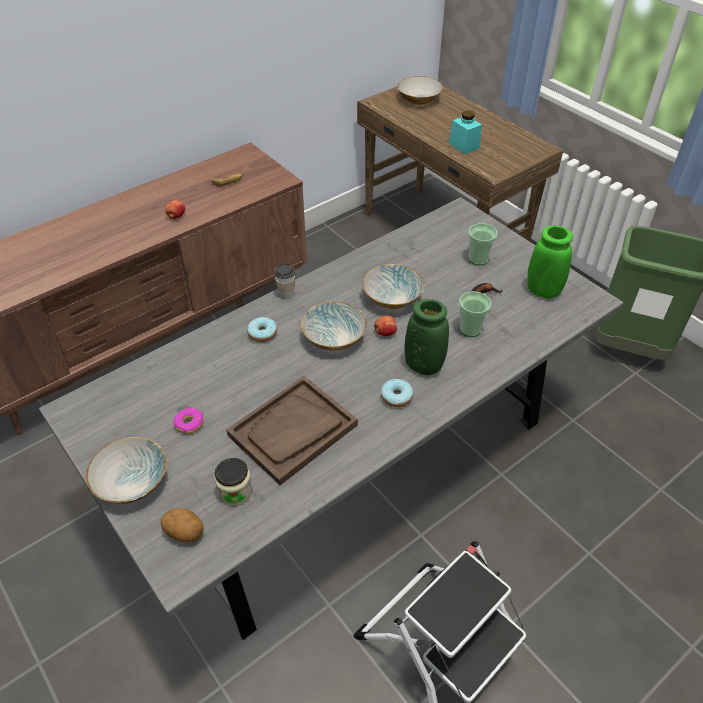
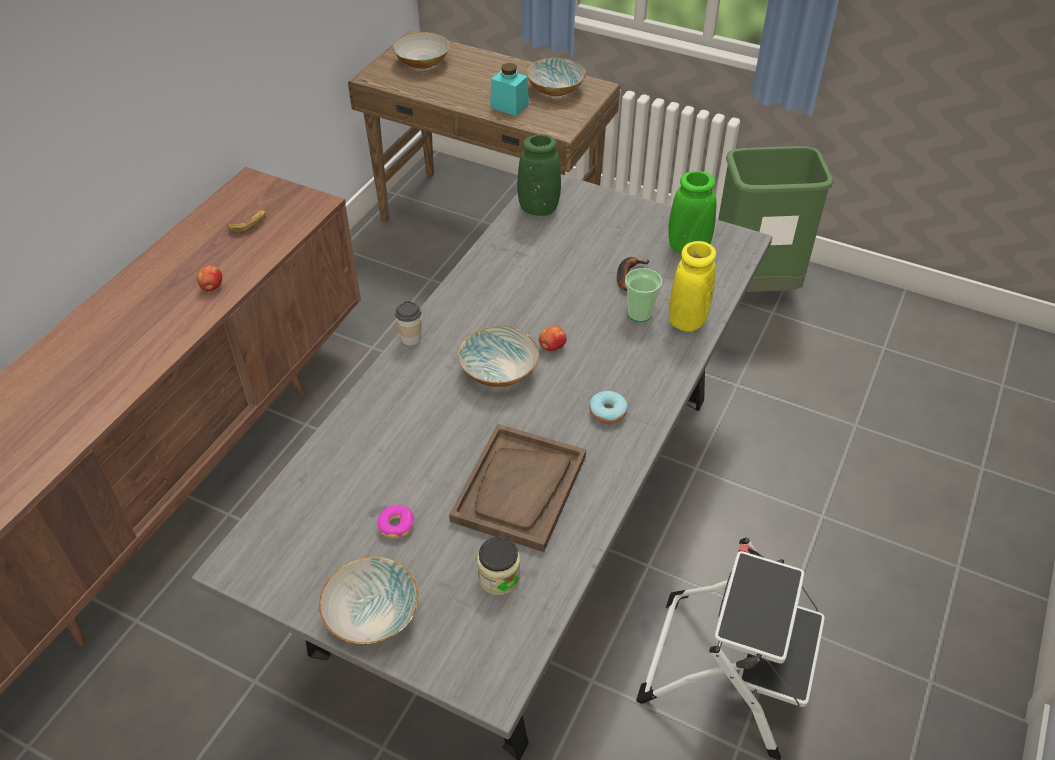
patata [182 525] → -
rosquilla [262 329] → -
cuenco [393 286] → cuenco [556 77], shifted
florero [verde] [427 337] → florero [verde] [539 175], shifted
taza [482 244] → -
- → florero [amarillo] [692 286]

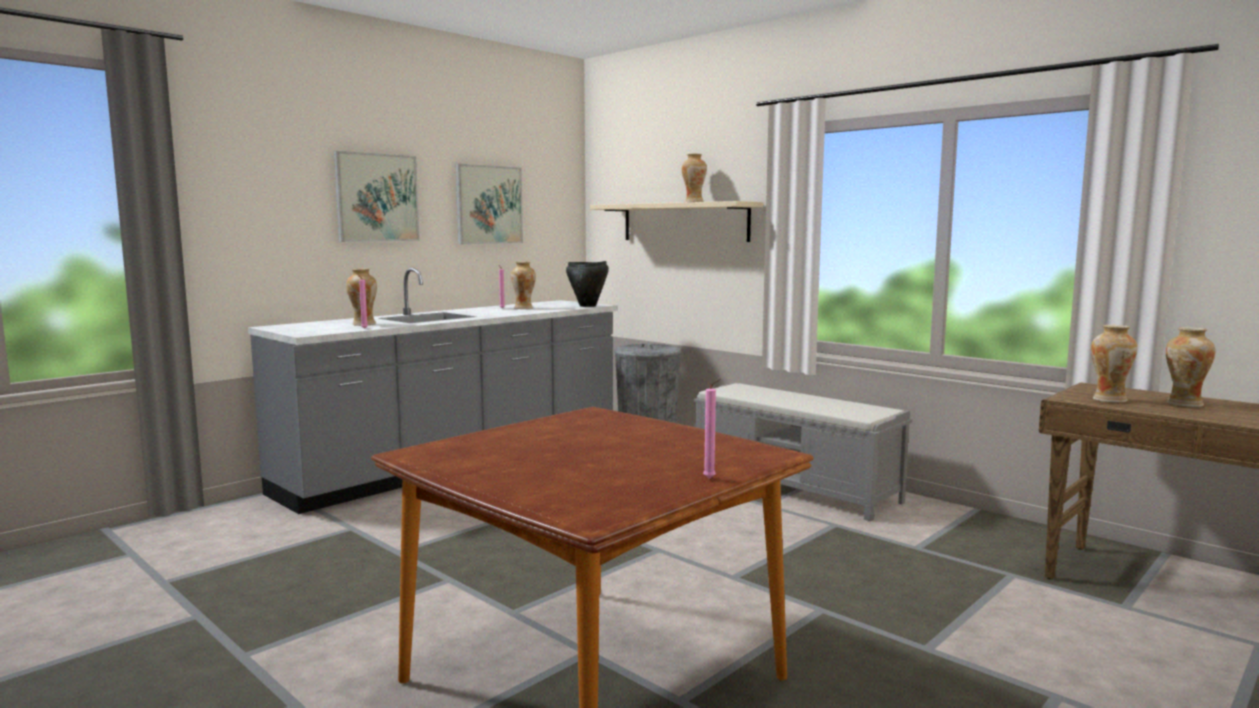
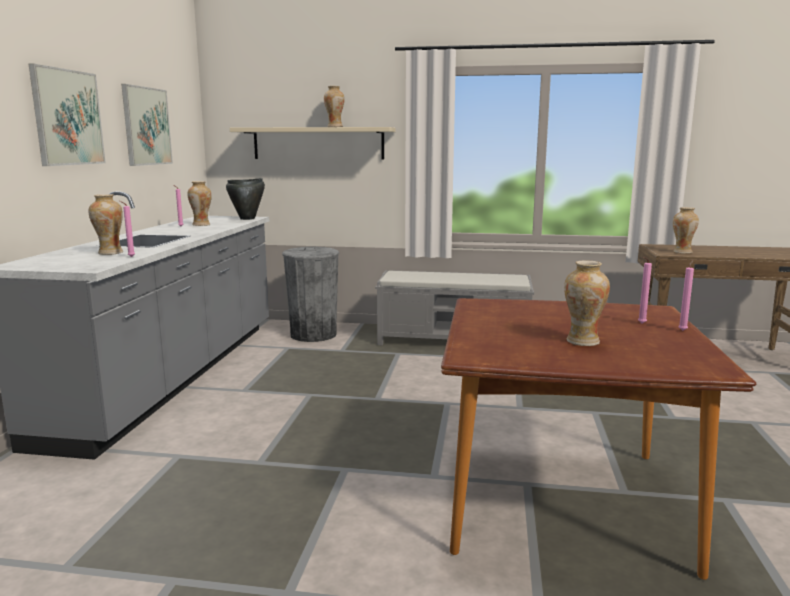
florero [1191 367] → florero [587 303], shifted
- → vela [rosa] [645 290]

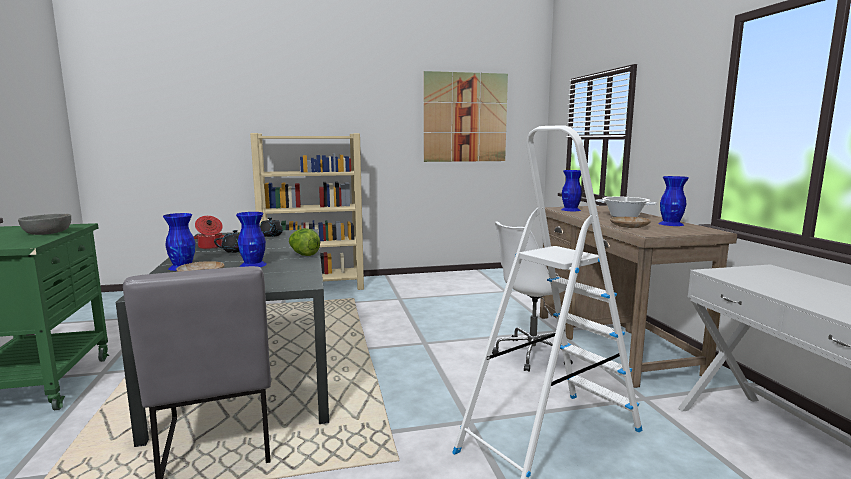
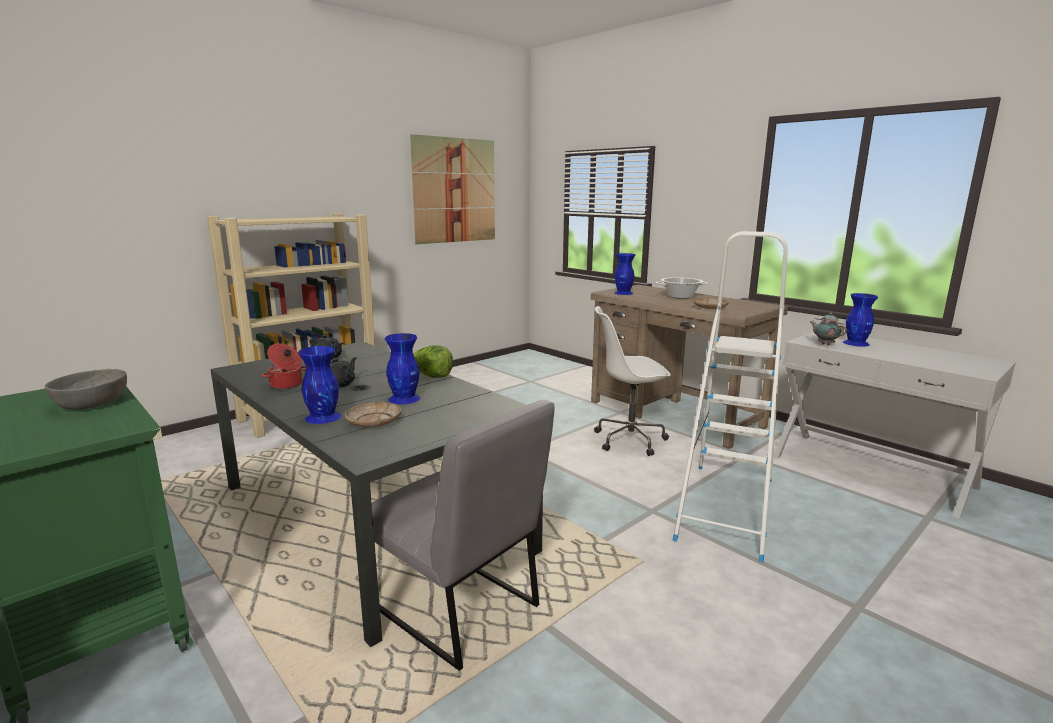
silla de oficina [blanco] [532 296] → silla de oficina [blanco] [632 381], 60 degrees clockwise
florero [azul] [673 201] → florero [azul] [860 320], shifted
- → tetera [828 328]

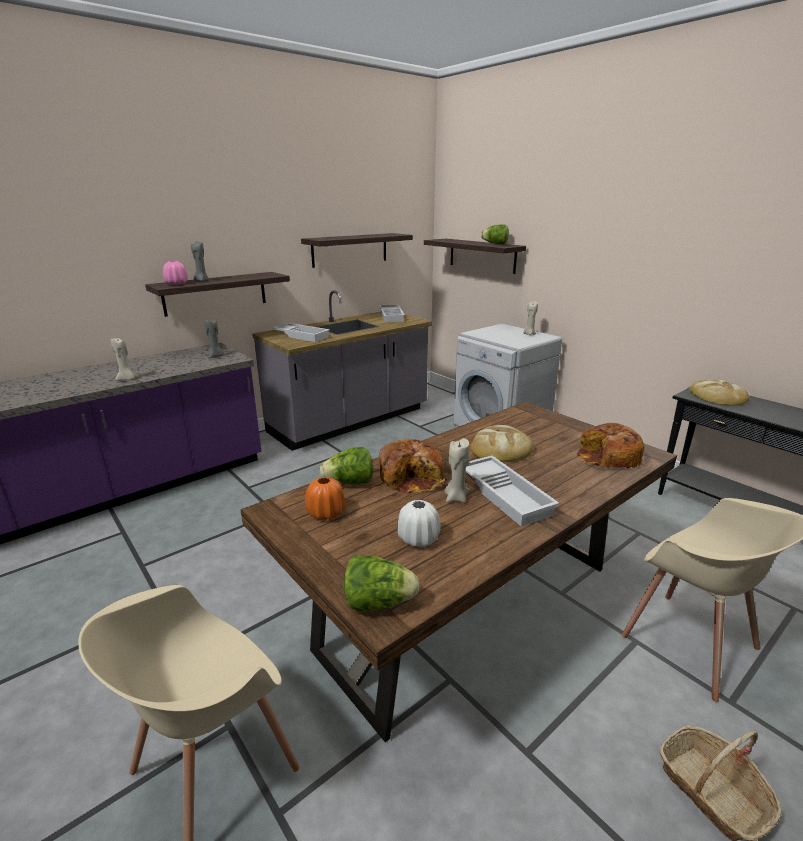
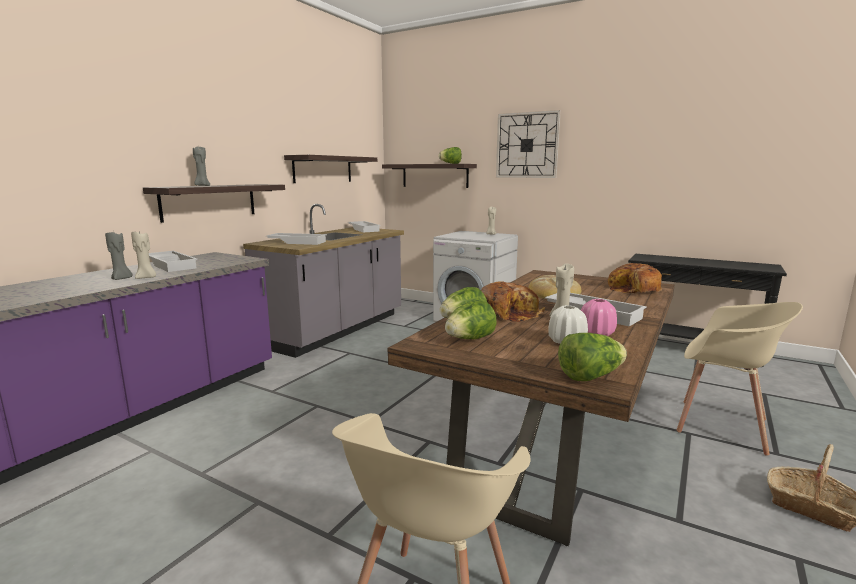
florero [rosa] [175 273] → florero [rosa] [599 317], shifted
vela [gris] [214 339] → vela [gris] [118 255], shifted
florero [naranja] [325 498] → lechuga [471 319]
pan [719 393] → -
- → bandeja [blanco] [173 261]
- → reloj de pared [528 144]

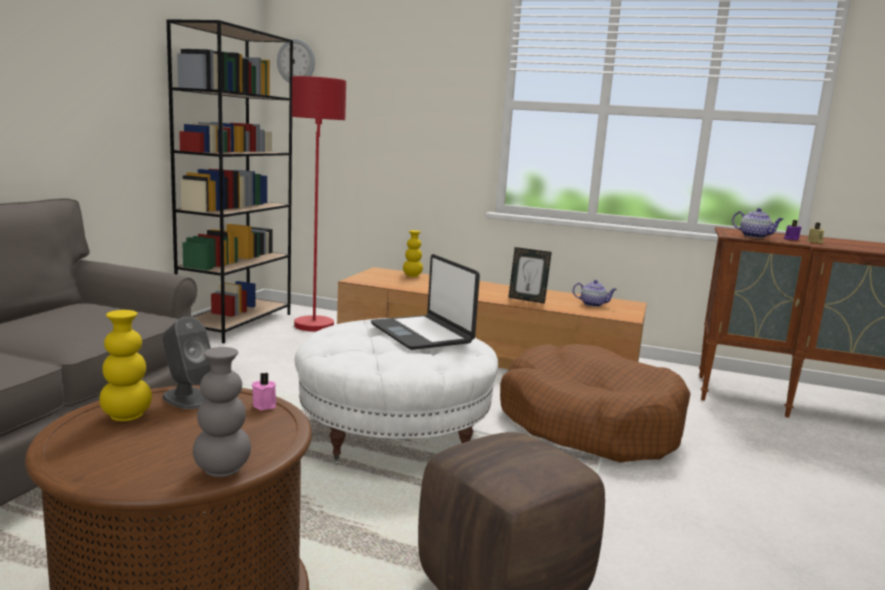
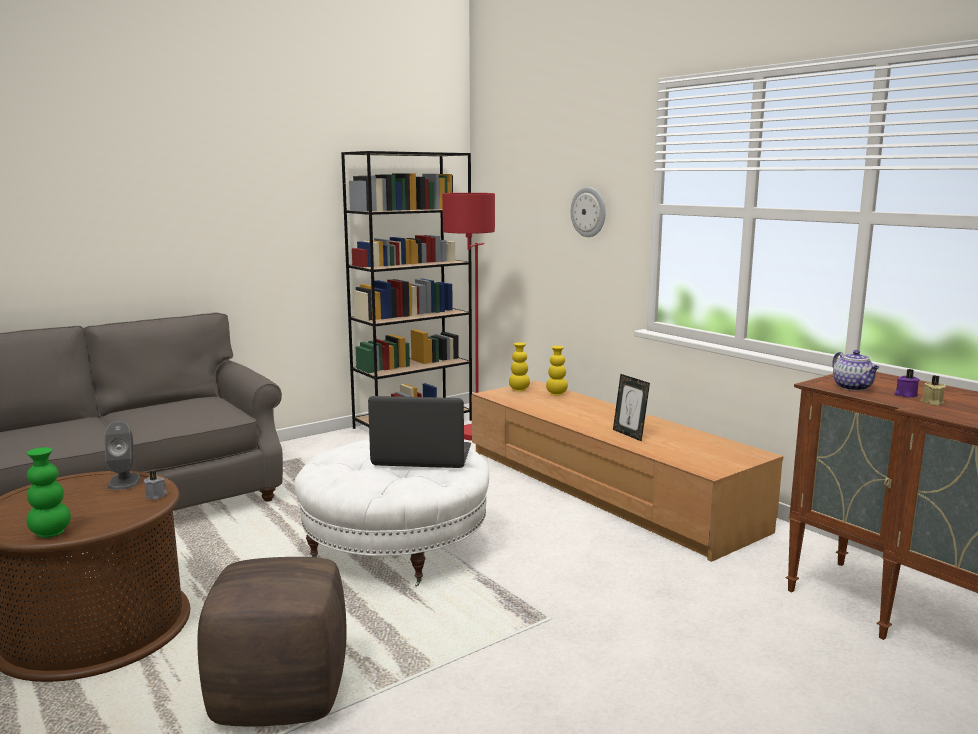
florero [amarillo] [125 365] → florero [amarillo] [519 366], shifted
florero [gris] [222 412] → florero [verde] [48 492]
vela [rosa] [264 391] → vela [gris] [156 485]
reloj de pared [296 61] → reloj de pared [588 212], shifted
portátil [425 302] → portátil [419 432], 90 degrees clockwise
cama para perro [marrón] [595 403] → -
tetera [595 293] → -

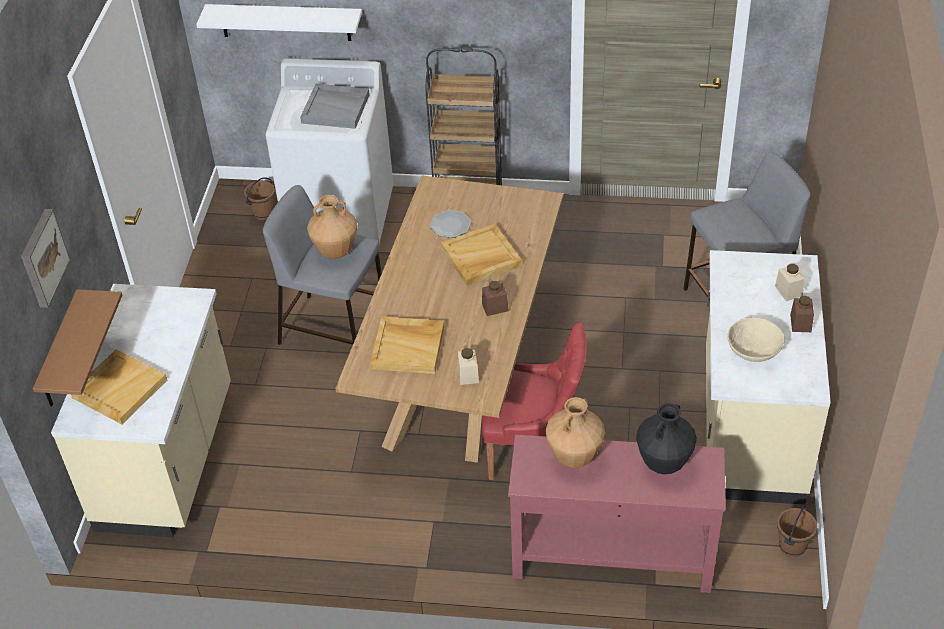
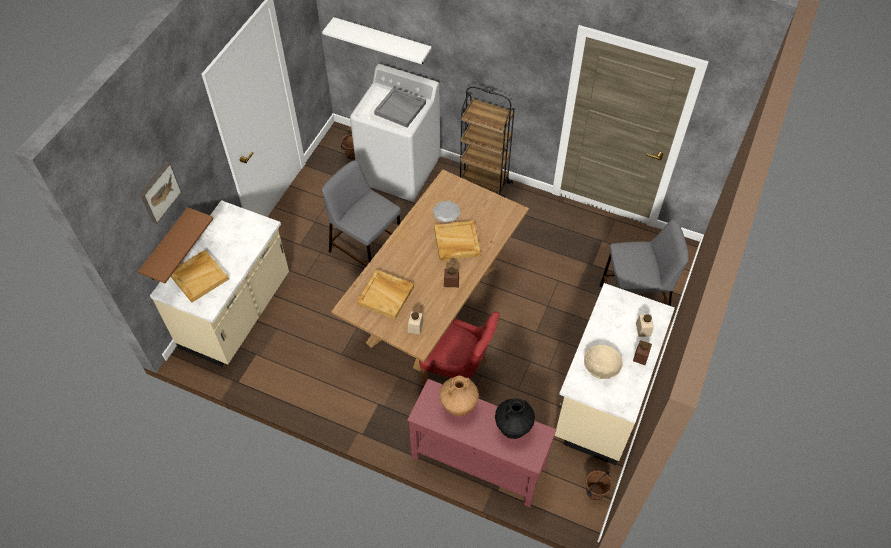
florero [marrón] [332 227] → -

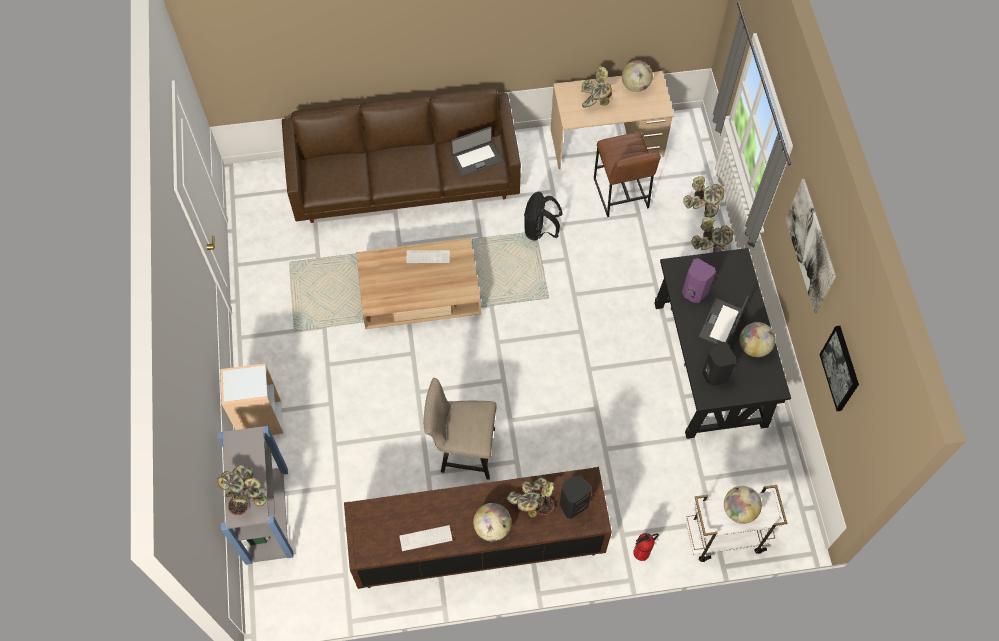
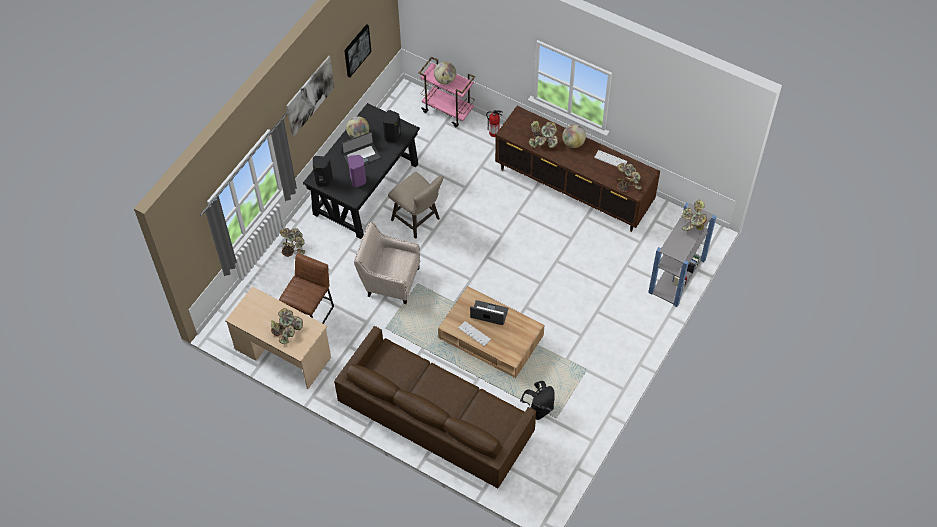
estantería [251 399] → -
taburete [beis] [460 429] → taburete [beis] [416 205], shifted
portátil [476 151] → portátil [489 312], shifted
mochila [negro] [543 216] → mochila [negro] [537 400], shifted
altavoz [negro] [576 497] → altavoz [negro] [323 171], shifted
globo terráqueo [637 76] → -
planta en maceta [703 197] → planta en maceta [629 177], shifted
carrito [blanco] [736 523] → carrito [rosa] [447 92]
- → sillón [beis] [387 263]

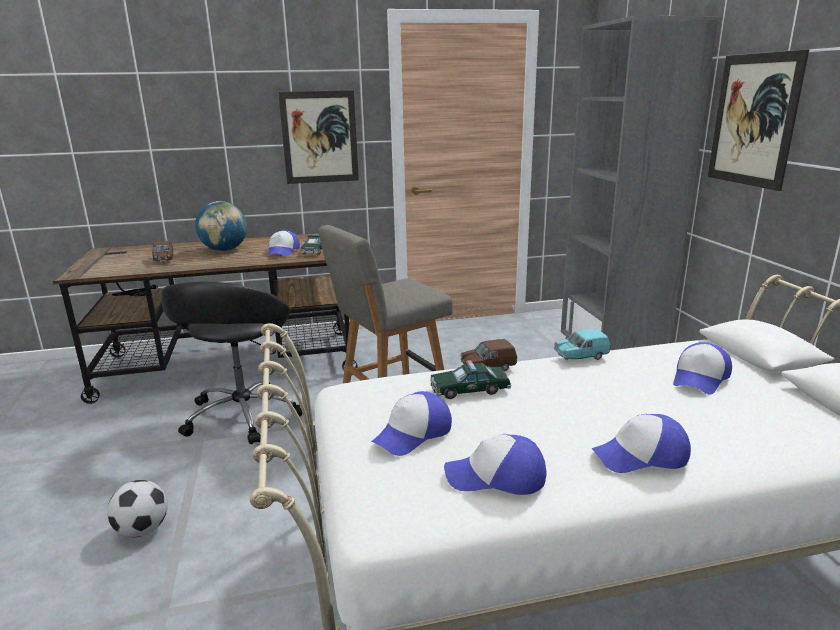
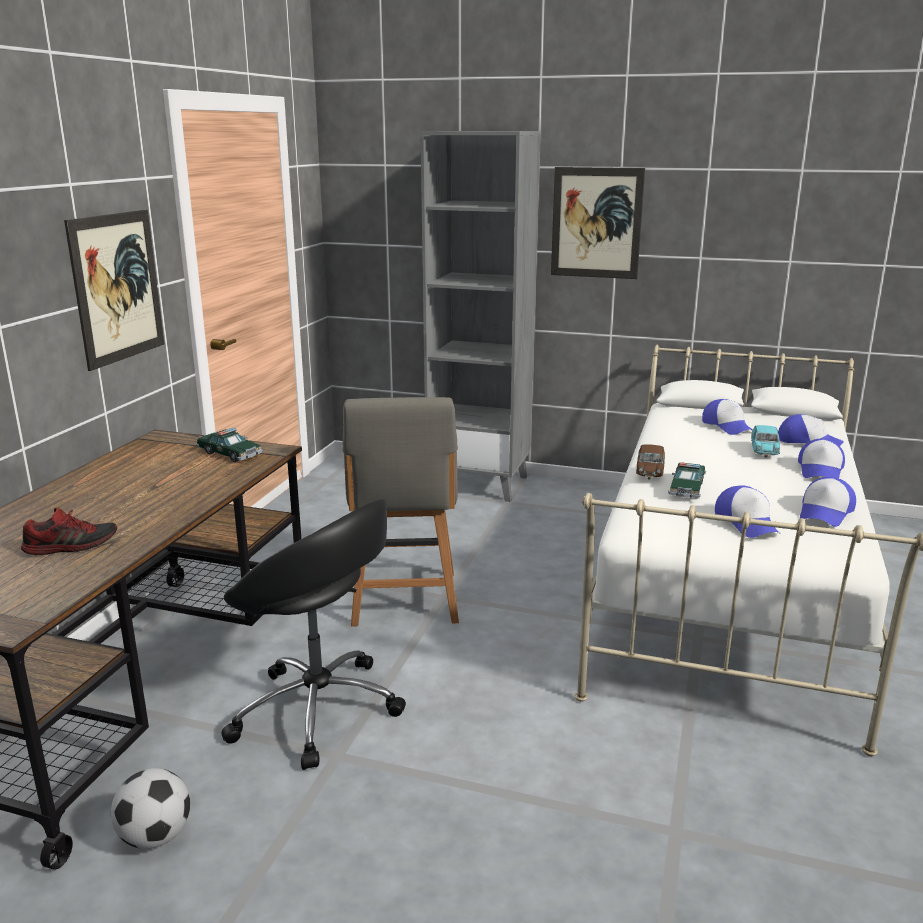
balón de fútbol [137 508] → balón de fútbol [150 808], shifted
coche de juguete [marrón] [162 252] → zapato [69 532]
globo terráqueo [221 226] → -
gorra [283 243] → gorra [811 430], shifted
coche de juguete [turquesa] [582 344] → coche de juguete [turquesa] [765 441], shifted

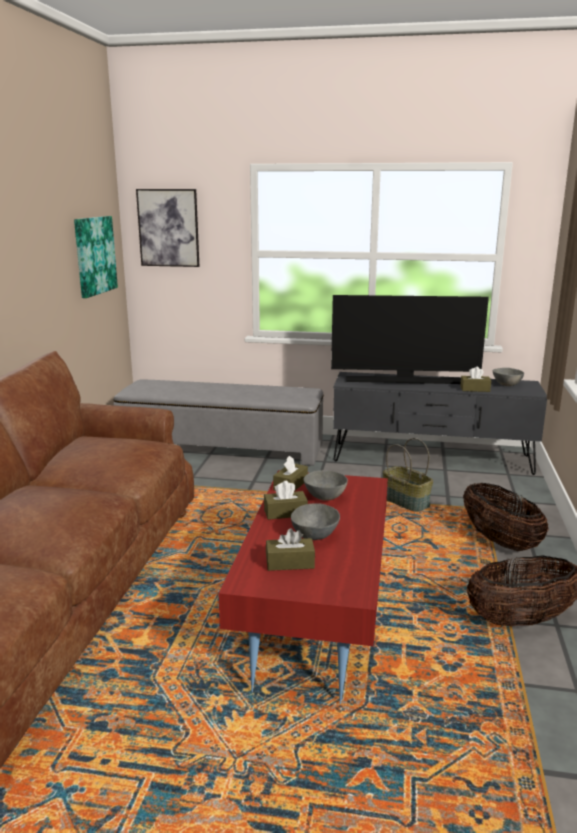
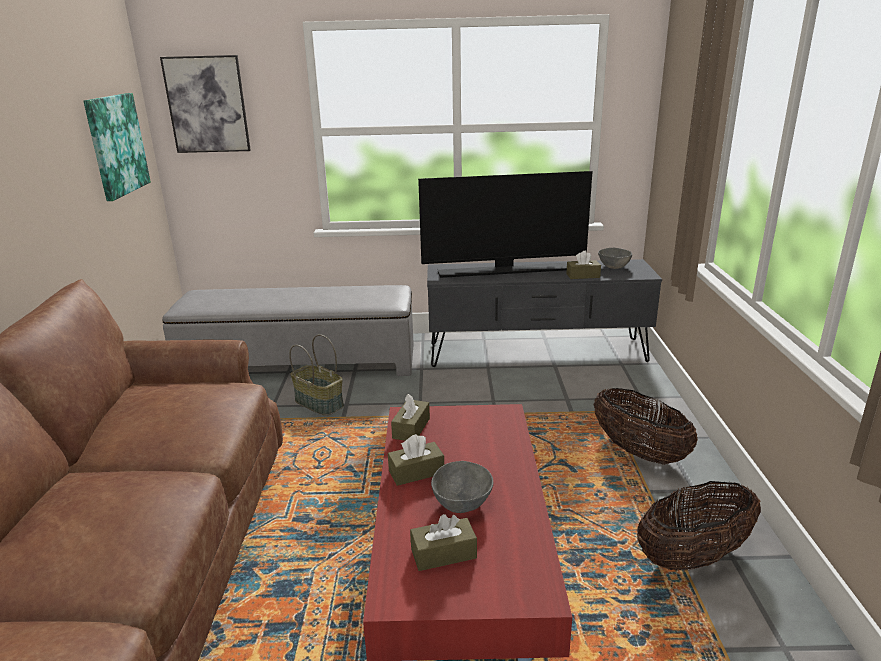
cuenco [gris] [326 485] → -
cesta [408 475] → cesta [316 375], shifted

